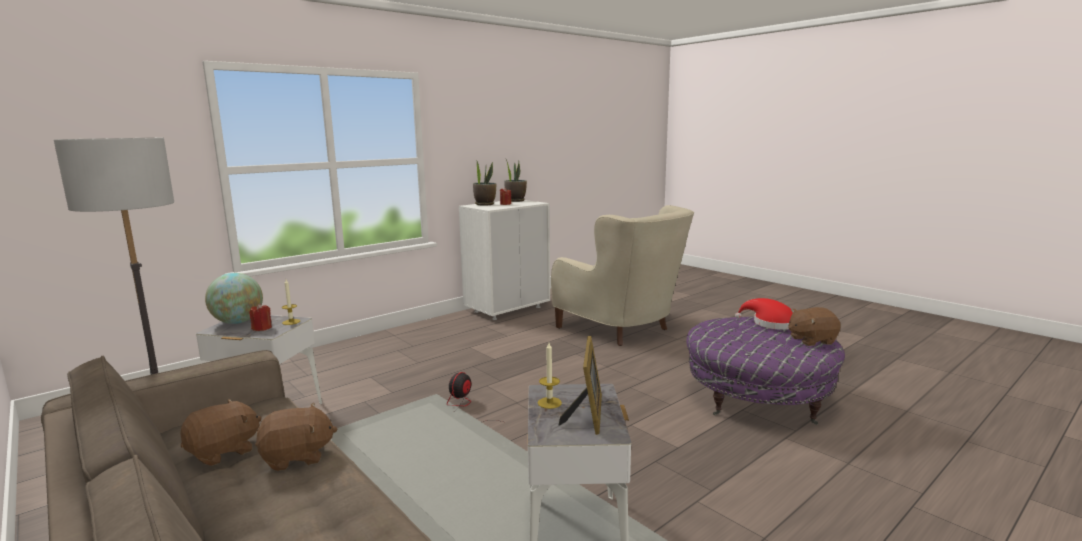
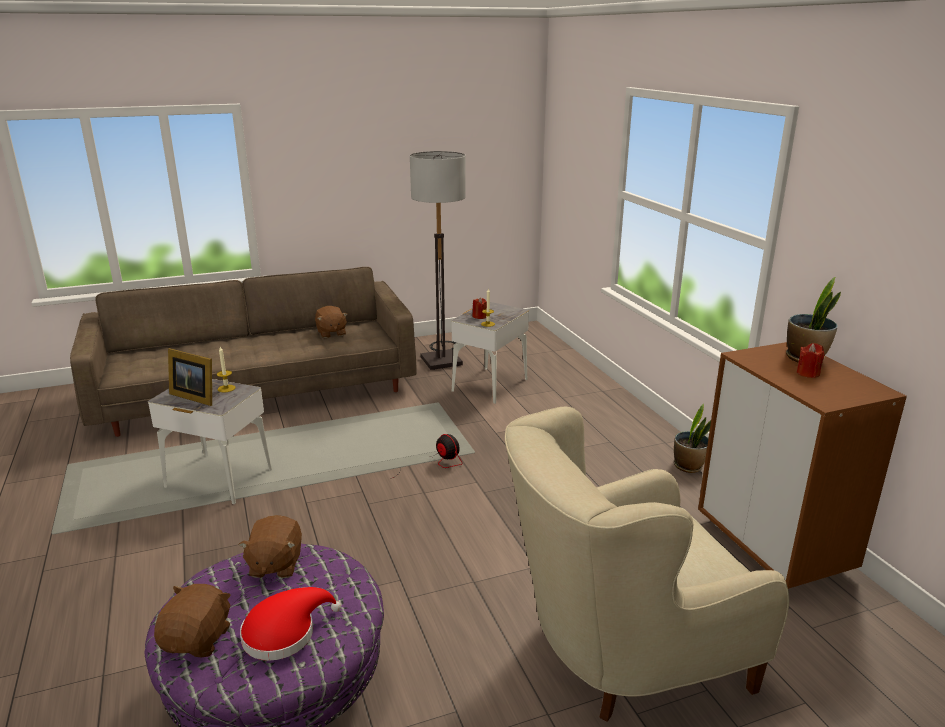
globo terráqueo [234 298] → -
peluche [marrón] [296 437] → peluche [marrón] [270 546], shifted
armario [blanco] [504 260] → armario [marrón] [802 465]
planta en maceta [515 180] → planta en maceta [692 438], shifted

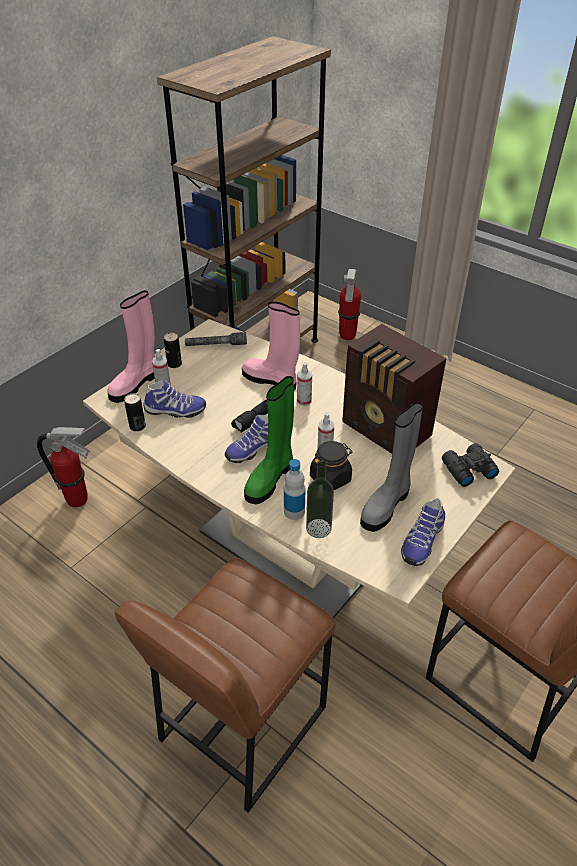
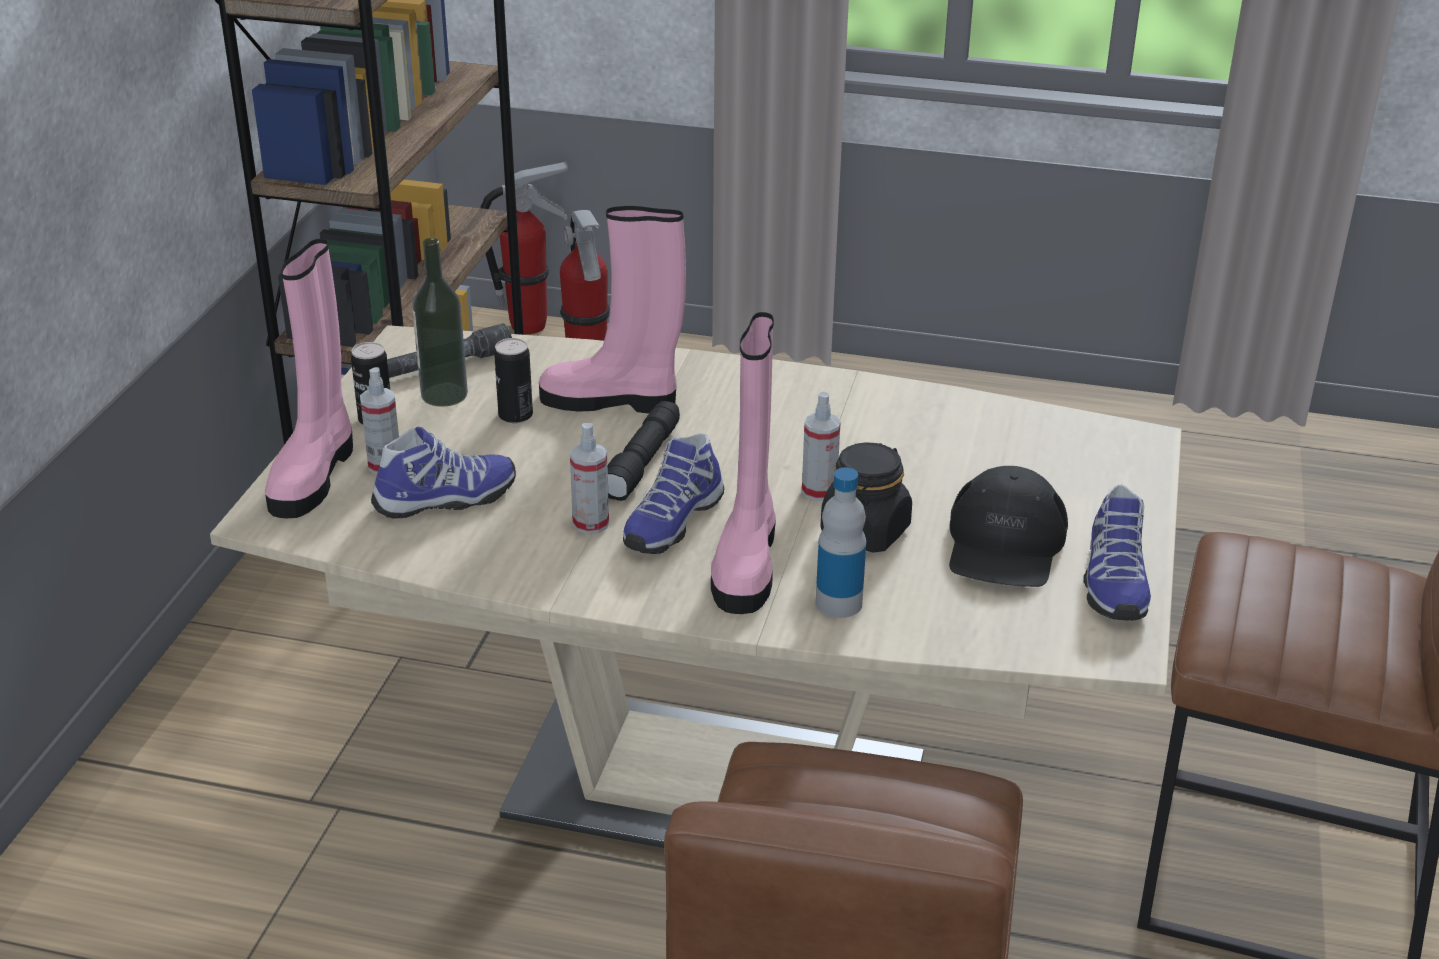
extintor [63 467] → extintor [524 247], shifted
lata [135 412] → lata [513 380], shifted
bota [verde] [269 440] → bota [rosa] [743 463]
pulverizador [304 384] → pulverizador [589 478], shifted
botella [320 499] → botella [440 322], shifted
radio [394 389] → -
bota [gris] [391 467] → gorra [negro] [1008 526]
prismáticos [negro] [470 465] → -

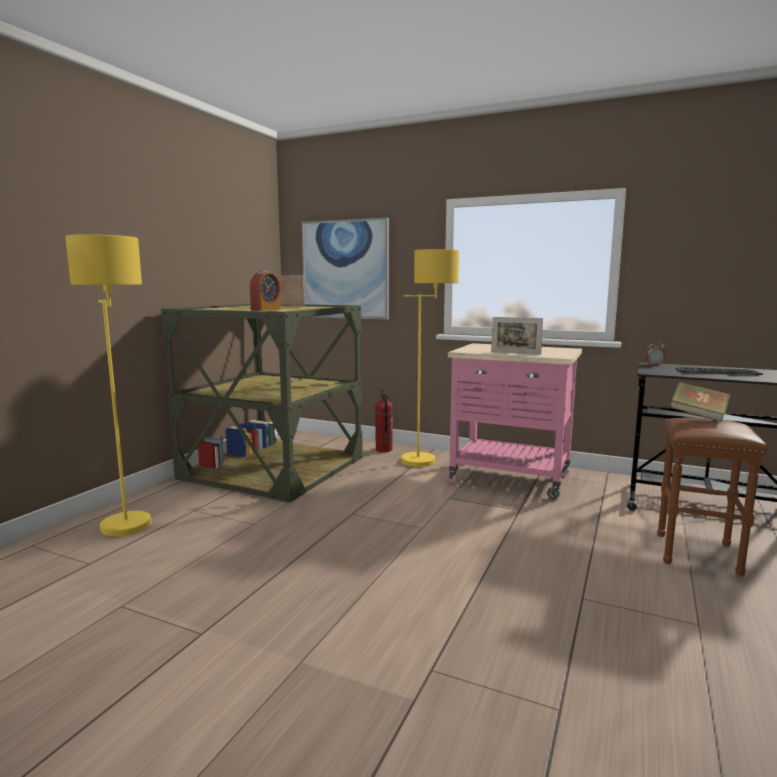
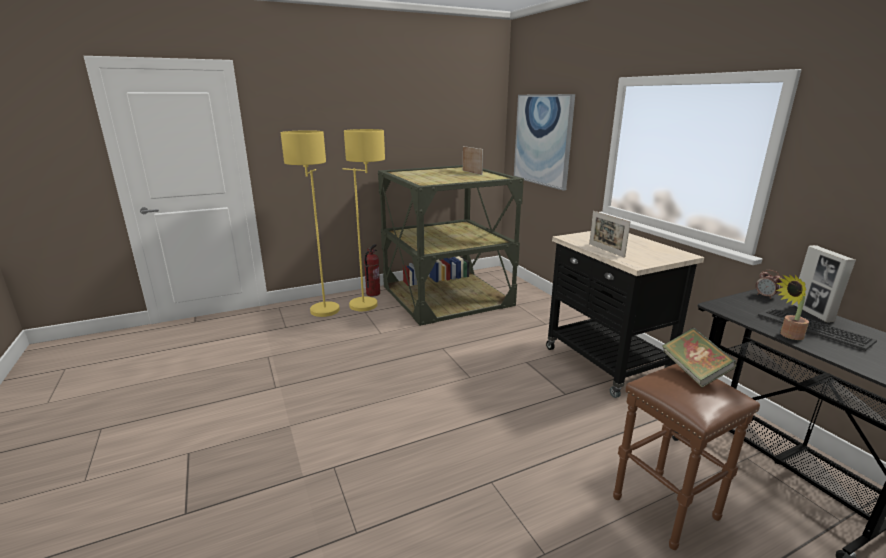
despertador [265 290] → -
extintor [384 421] → extintor [372 270], shifted
lámpara de pie [amarillo] [430 358] → lámpara de pie [amarillo] [363 220], shifted
carrito [rosa] [514 421] → carrito [negro] [625 314]
- → planta en maceta [792 307]
- → portarretratos [823 283]

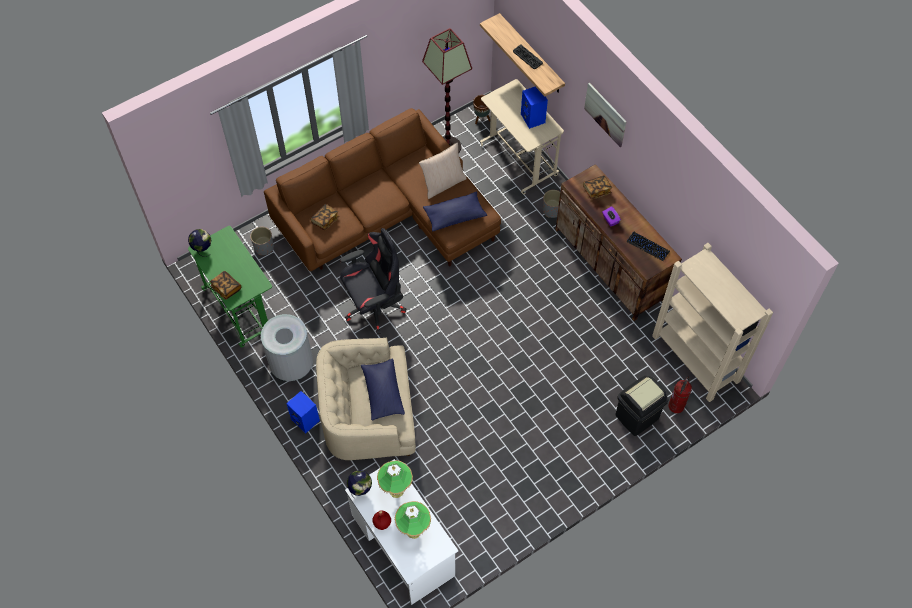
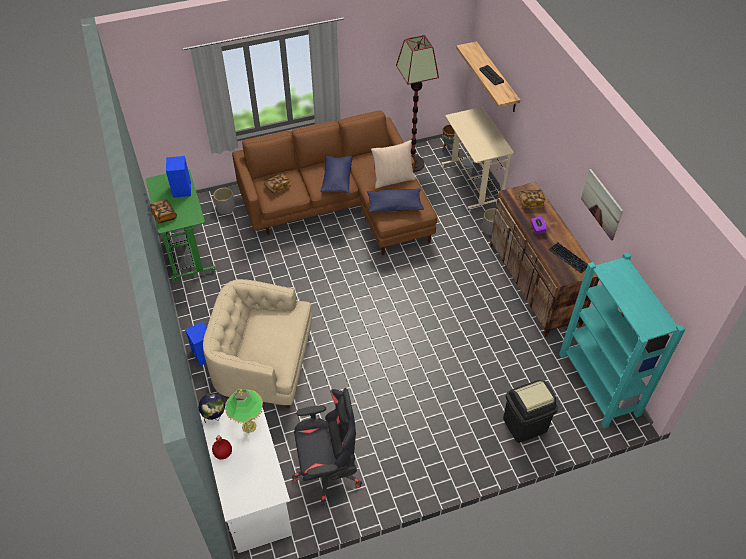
globo terráqueo [199 243] → -
papelera [gris] [287 347] → -
silla de oficina [negro] [373 281] → silla de oficina [negro] [327 447], shifted
cojín [azul] [383 389] → cojín [azul] [337 174], shifted
lámpara de mesa [413 520] → -
altavoz [azul] [534 108] → altavoz [azul] [178 177], shifted
cuadro [605 115] → cuadro [602 204], shifted
estantería [beis] [712 322] → estantería [turquesa] [622 340]
extintor [680 394] → -

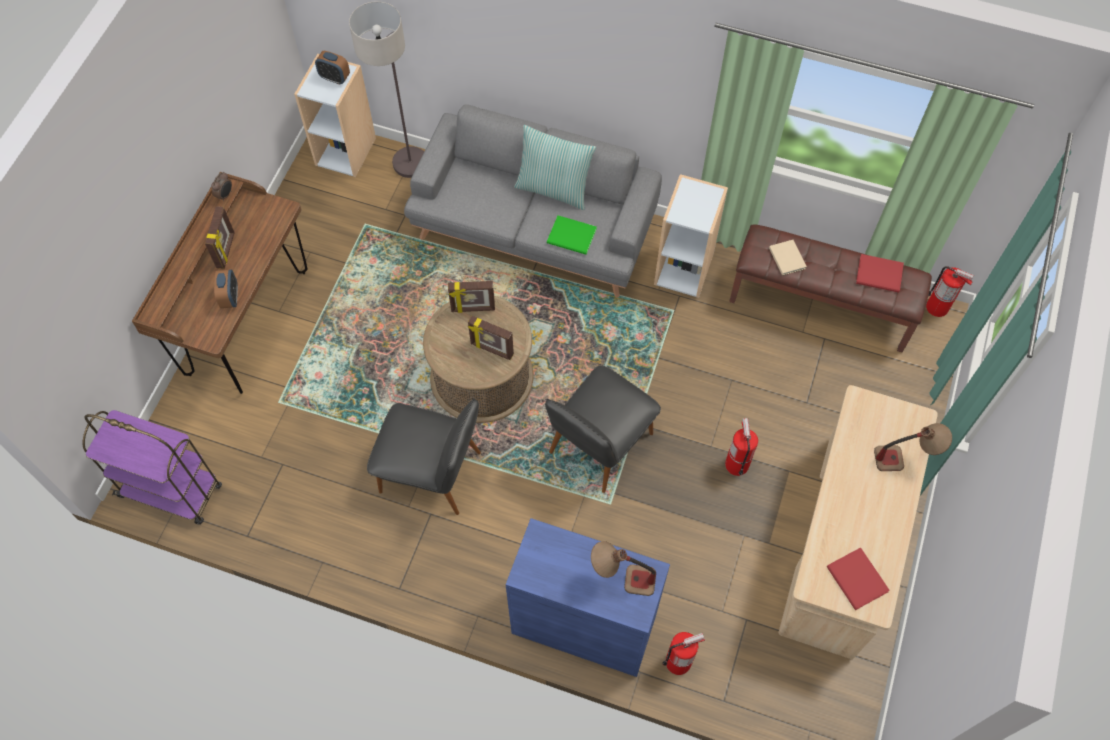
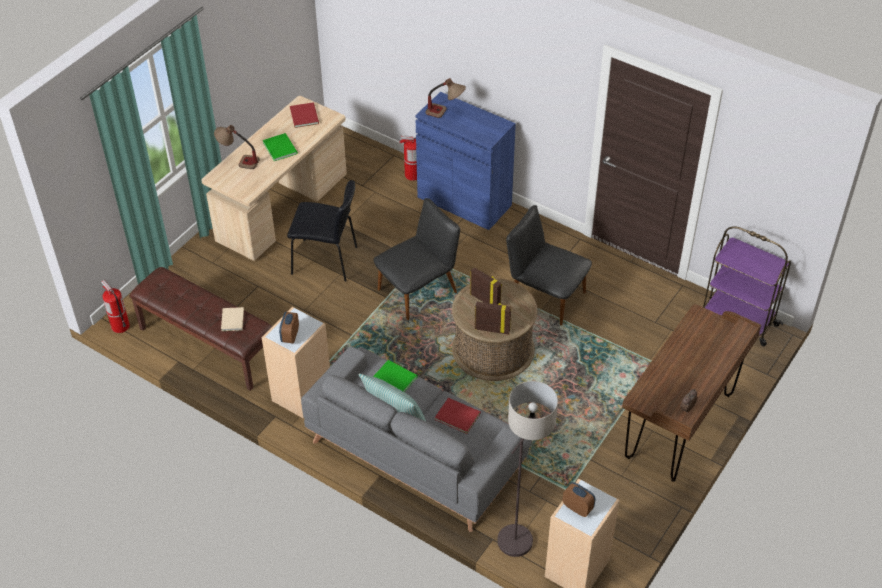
portarretratos [220 237] → -
despertador [226 289] → despertador [289 327], shifted
extintor [741 447] → silla [negro] [322 230]
libro [rojo] [880 273] → libro [rojo] [458 416], shifted
- → libro [verde] [280 147]

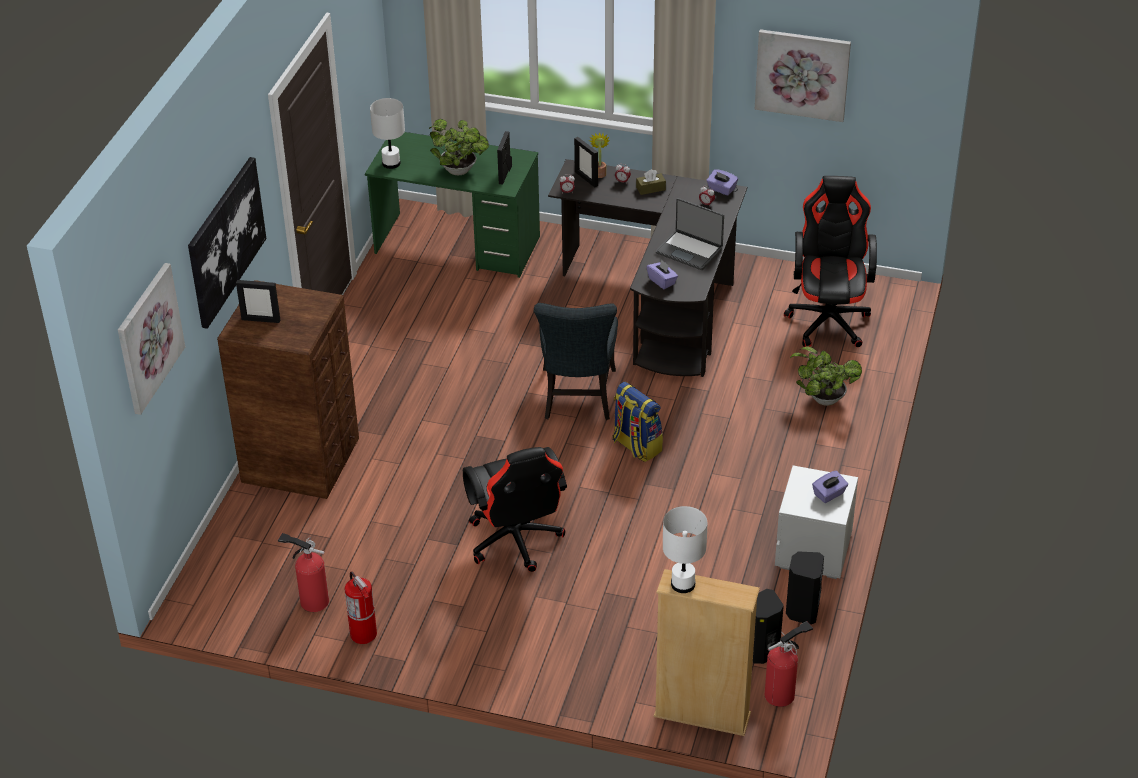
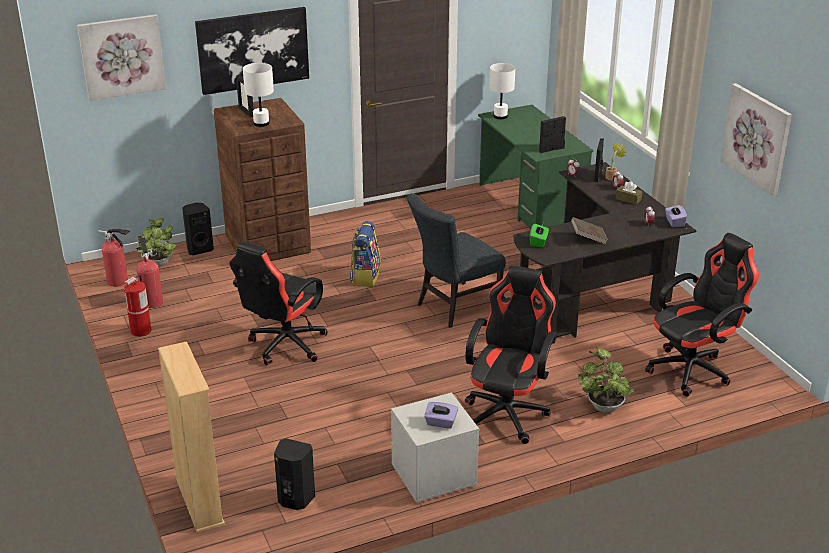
planta en maceta [459 147] → planta en maceta [156 242], shifted
mochila [638 422] → mochila [365 254], shifted
caja de pañuelos [morado] [662 274] → caja de pañuelos [verde] [539 235]
portátil [690 234] → libro [marrón] [589 230]
lámpara de mesa [blanco] [685 549] → lámpara de mesa [blanco] [258 95], shifted
extintor [789 664] → extintor [114 258], shifted
altavoz [negro] [805 588] → altavoz [negro] [198 229], shifted
- → silla de oficina [negro] [511 355]

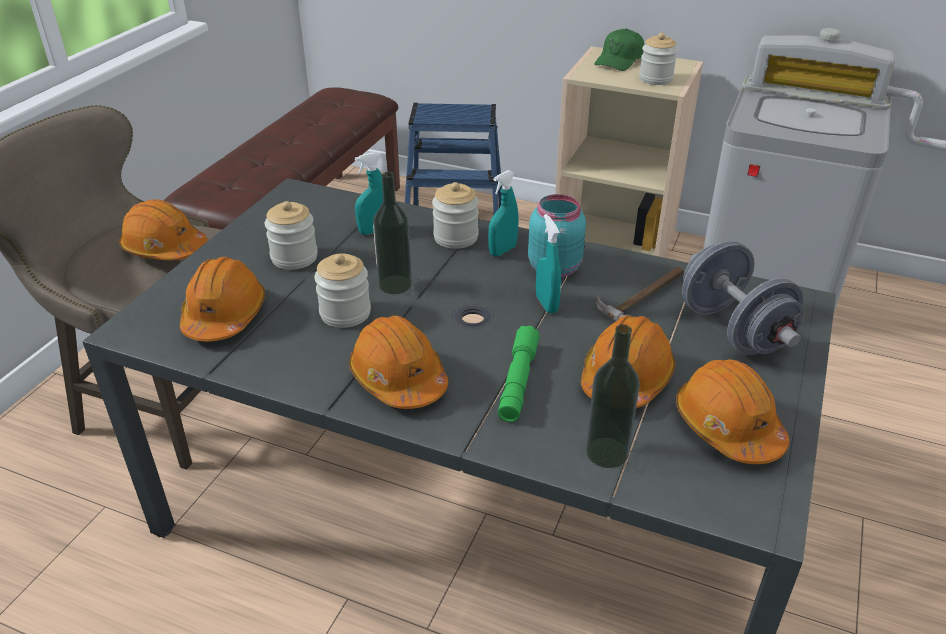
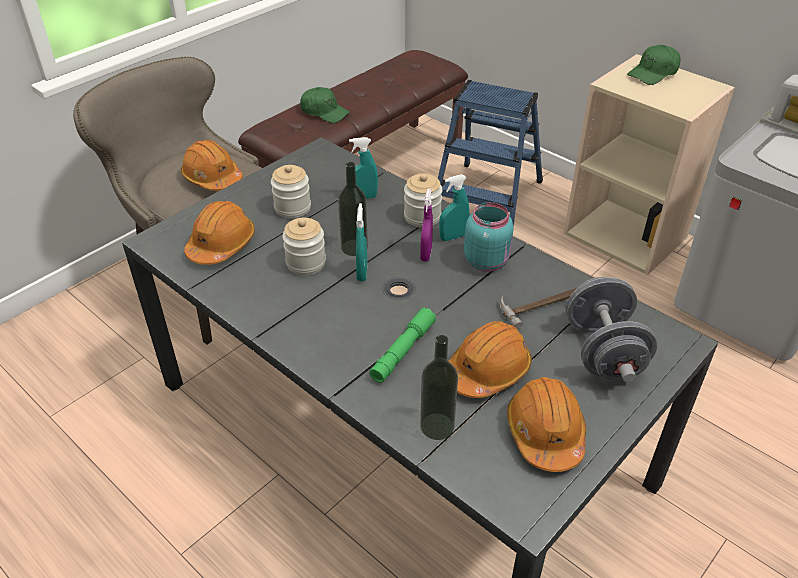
casco [naranja] [398 362] → -
pulverizador [turquesa] [548 264] → pulverizador [turquesa] [362 242], shifted
tarro [658 59] → -
- → gorra [verde] [325 105]
- → pulverizador [morado] [426 225]

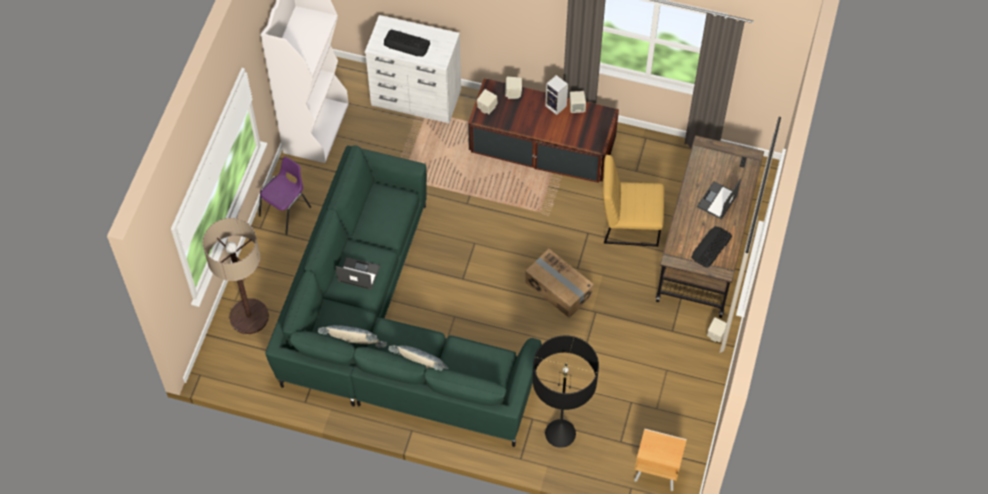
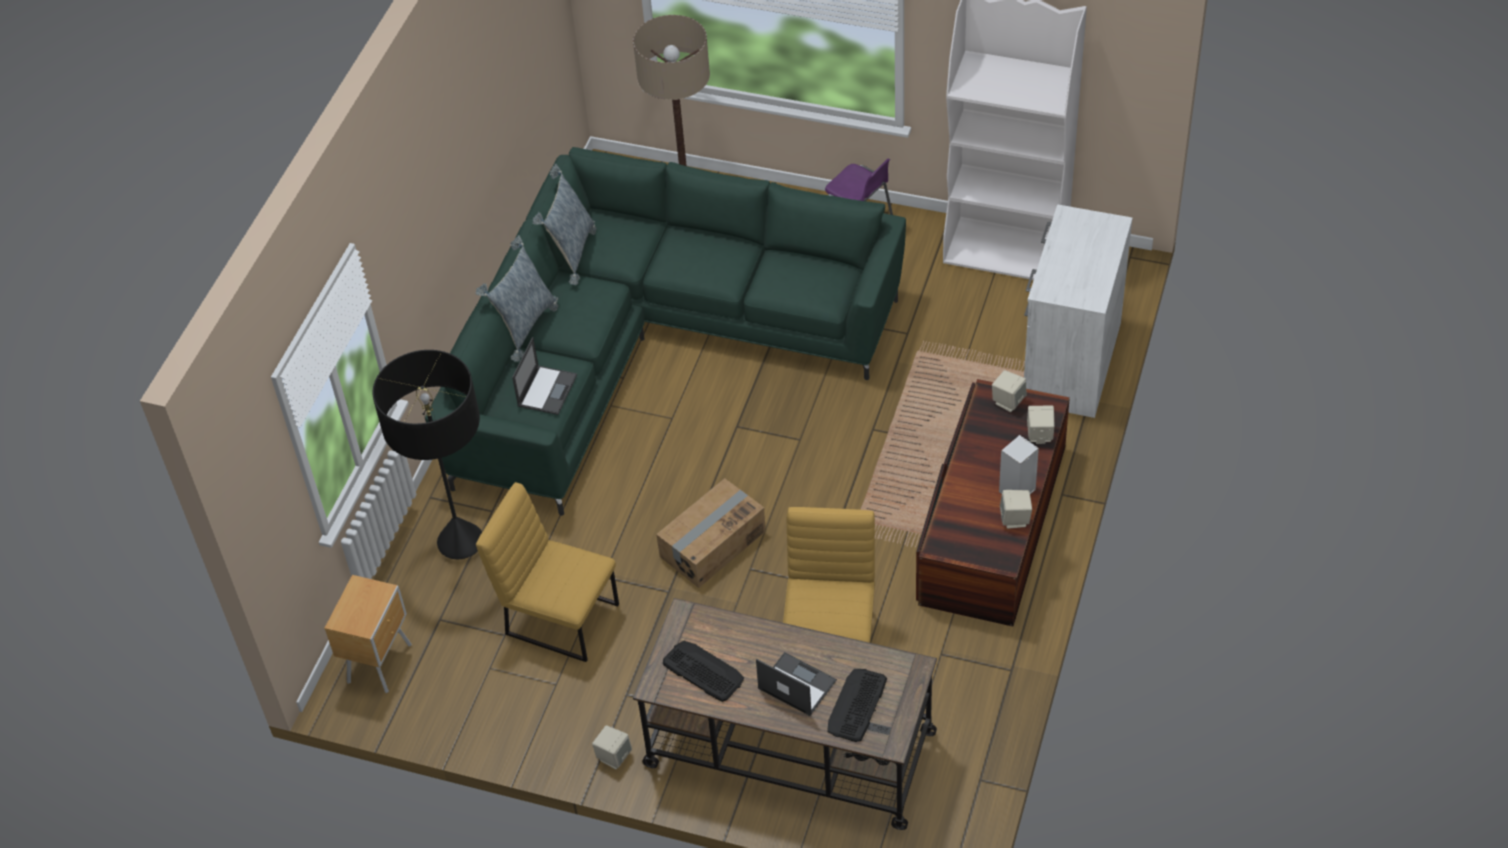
portátil [358 273] → portátil [544 376], shifted
teclado [407 43] → teclado [857 705], shifted
- → silla [amarillo] [547 572]

